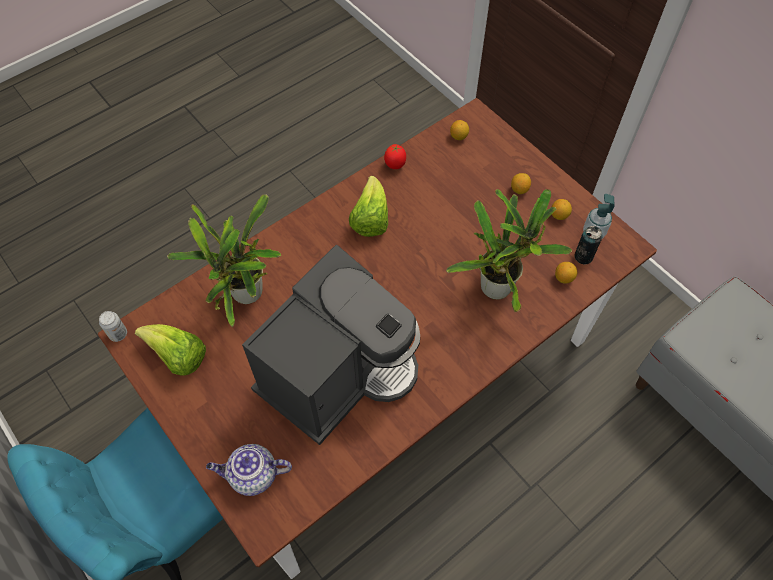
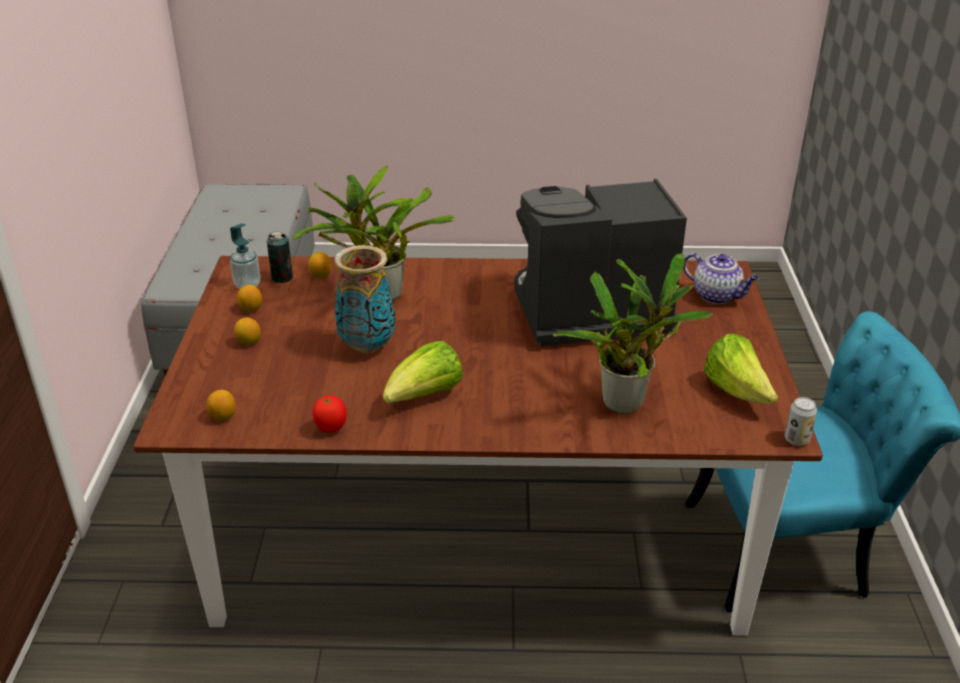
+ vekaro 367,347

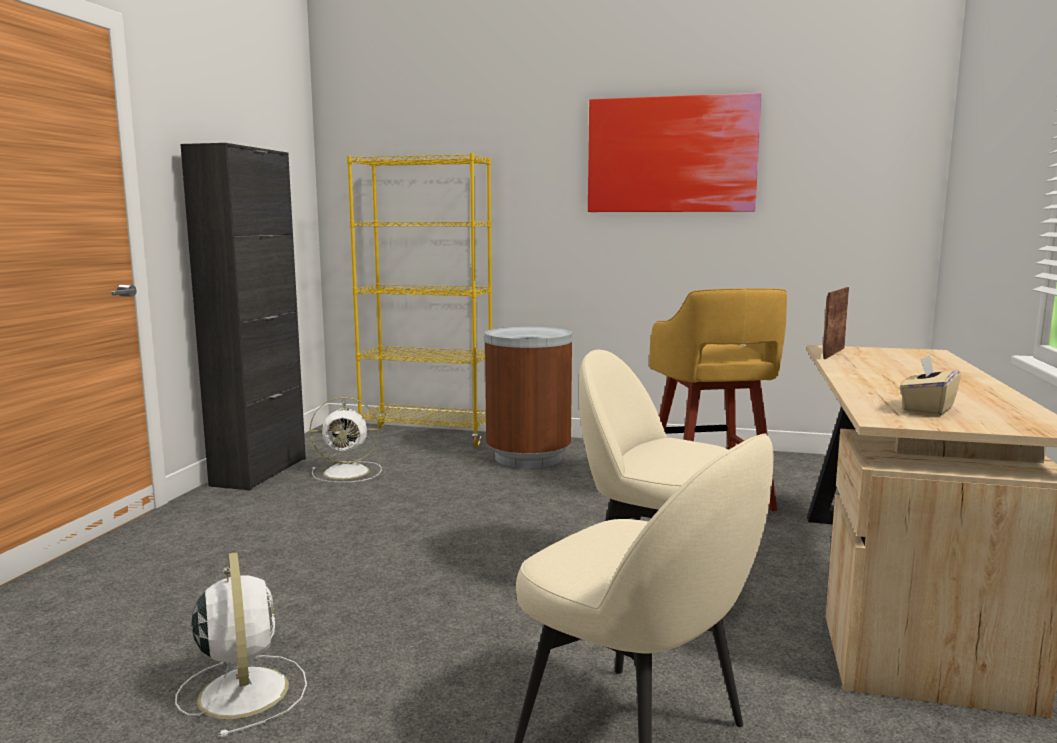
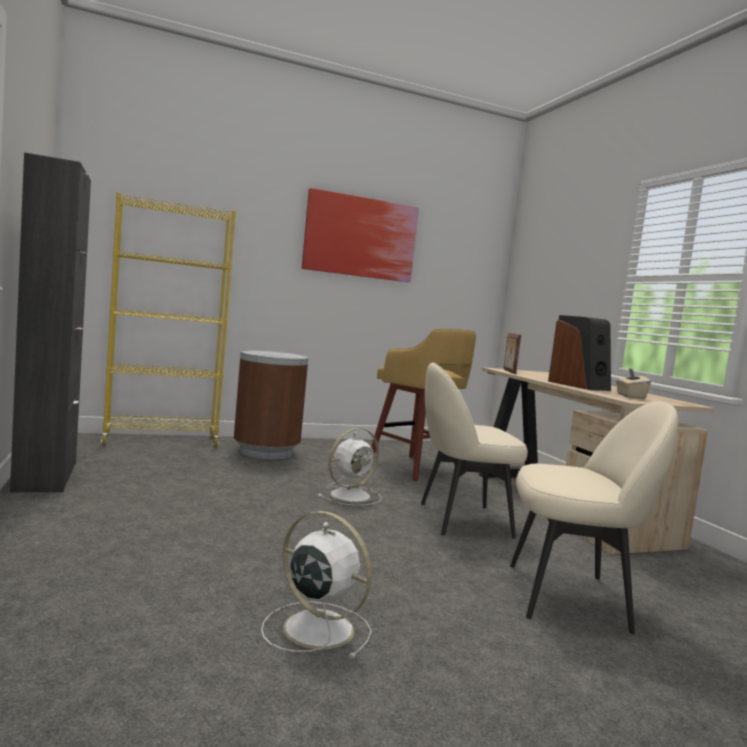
+ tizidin 579,386
~ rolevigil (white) 349,472 to 352,495

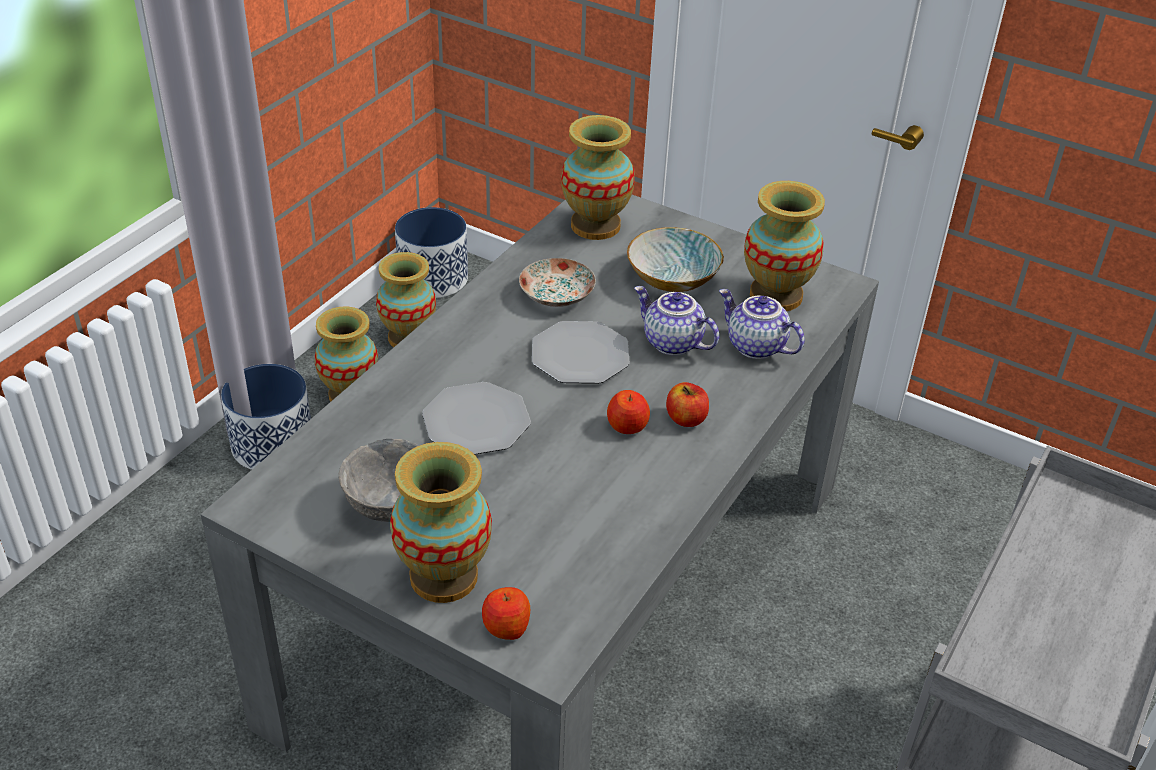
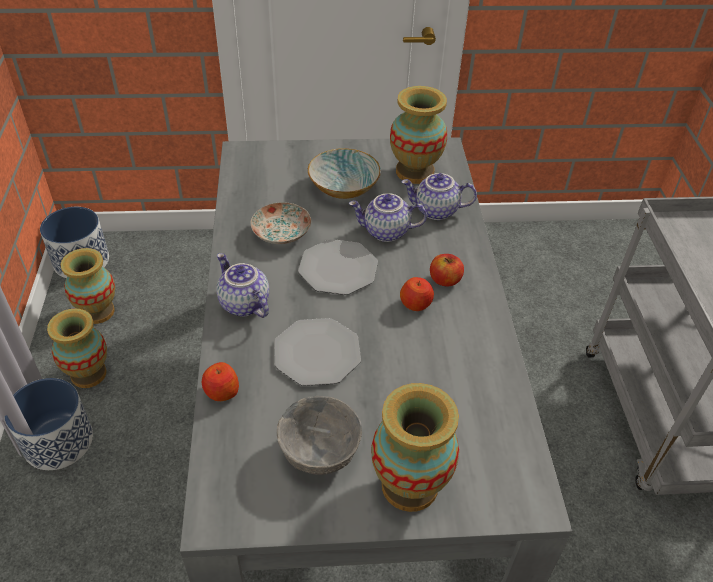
- vekaro 595,225
+ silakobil 243,304
~ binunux 506,626 to 221,391

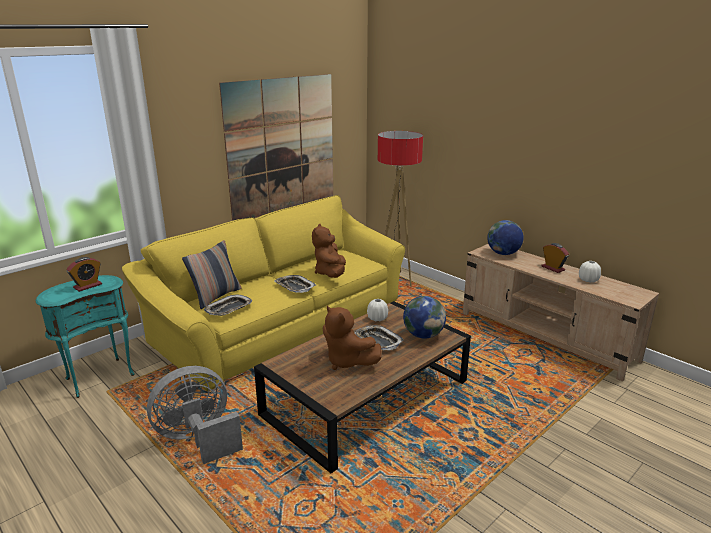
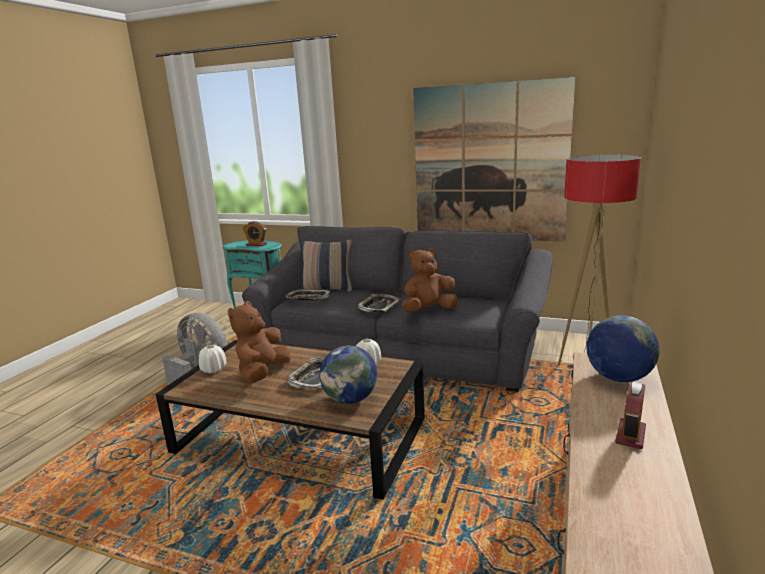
~ vekaro (white) 588,280 to 214,369
~ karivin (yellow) 281,323 to karivin (grey) 399,349

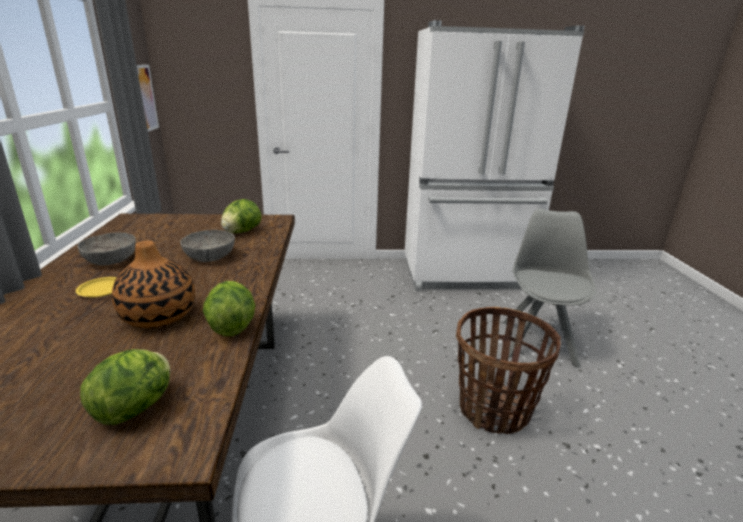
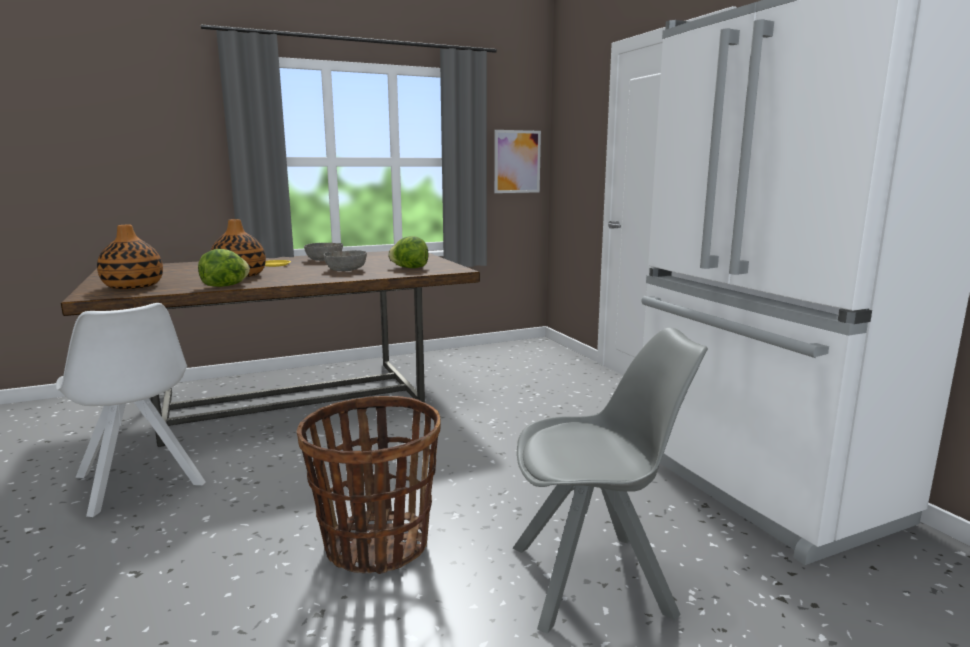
~ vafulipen 136,407 to vekaro 133,286

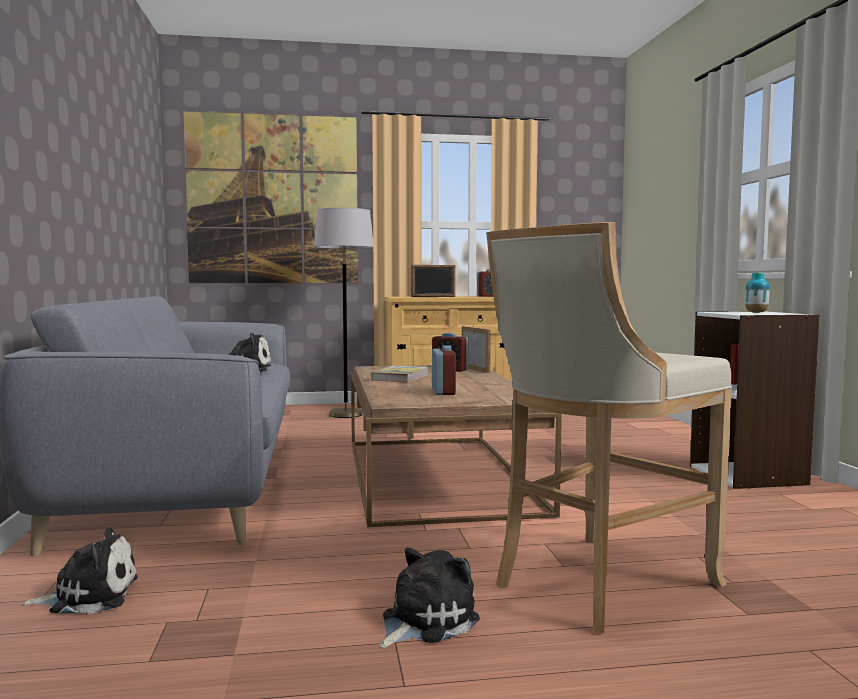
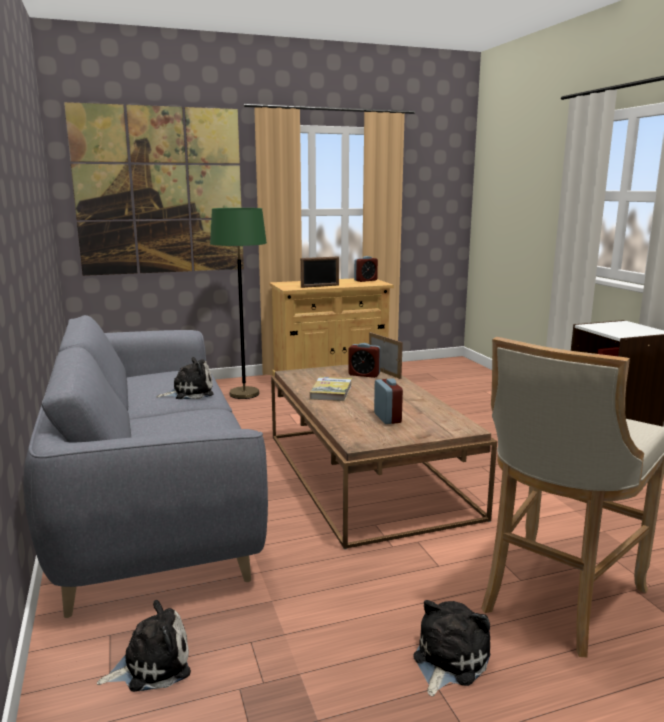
- vekaro 756,312
~ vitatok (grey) 346,414 to vitatok (green) 244,394

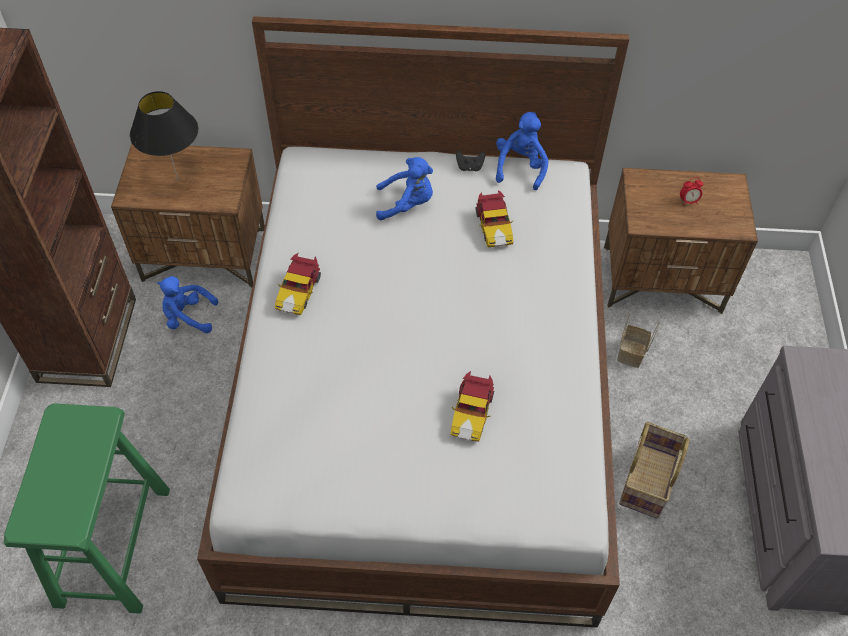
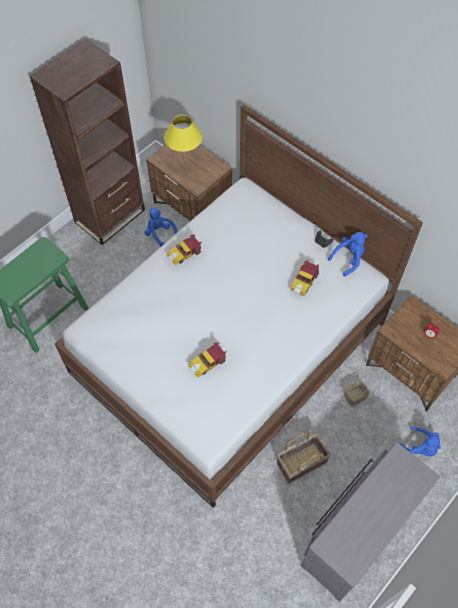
~ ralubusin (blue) 407,204 to 420,447
~ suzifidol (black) 178,180 to suzifidol (yellow) 185,164

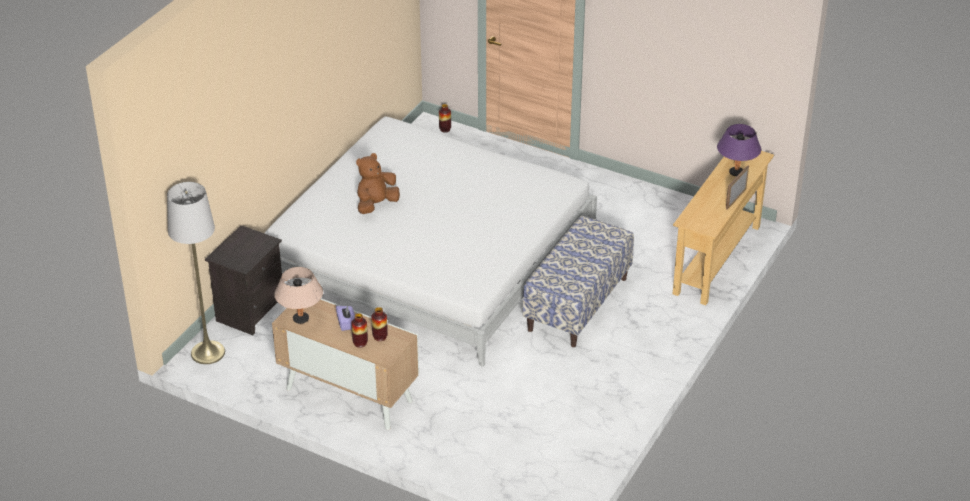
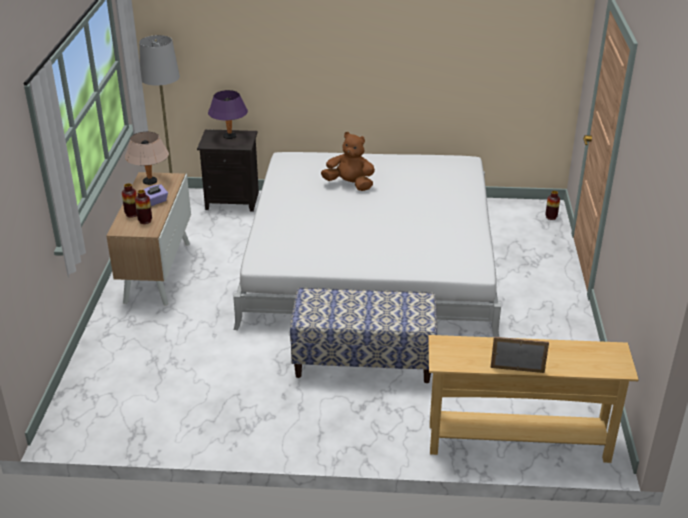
~ suzifidol (purple) 736,172 to 229,136

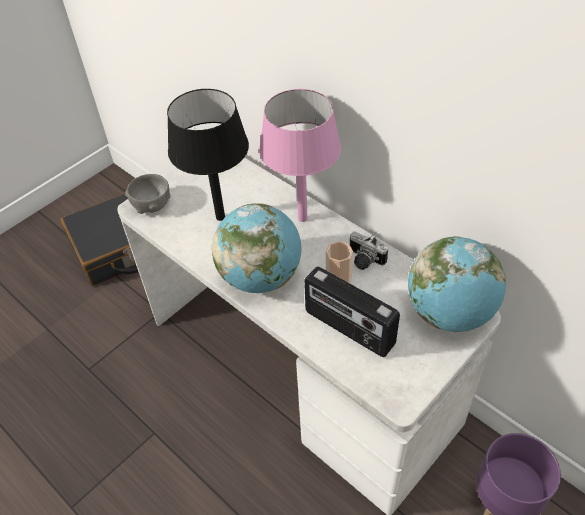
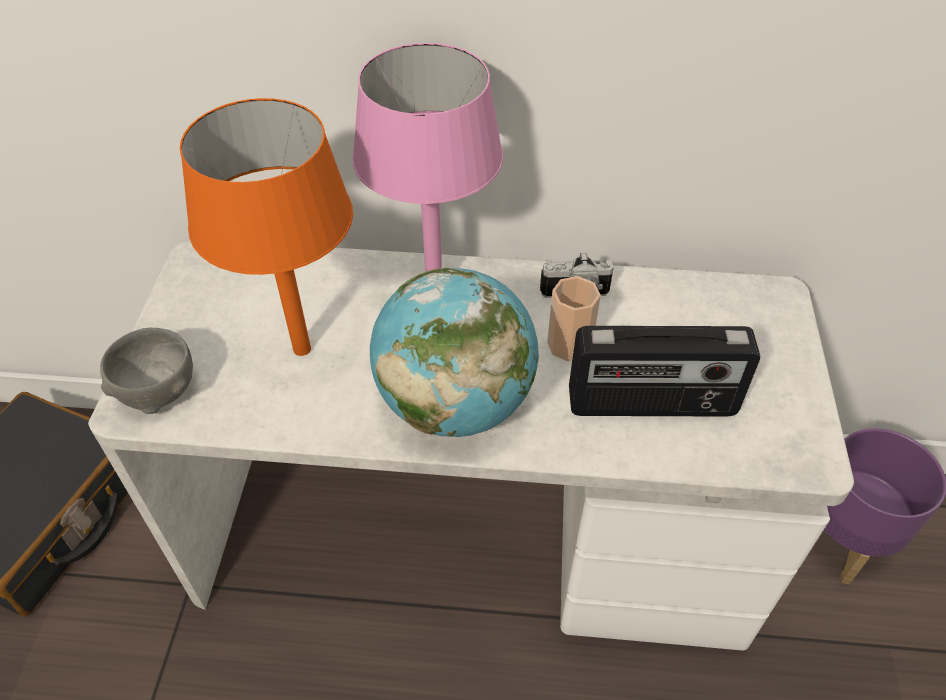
- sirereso 449,313
~ suzifidol (black) 220,217 to suzifidol (orange) 302,348

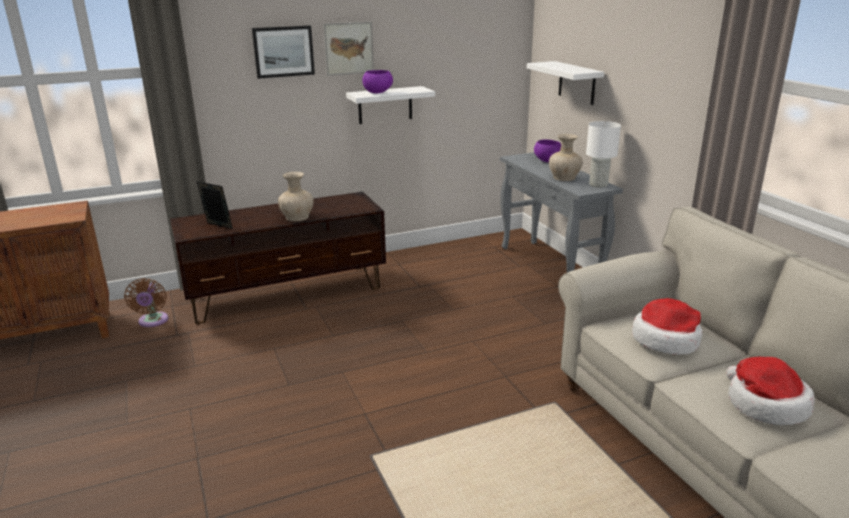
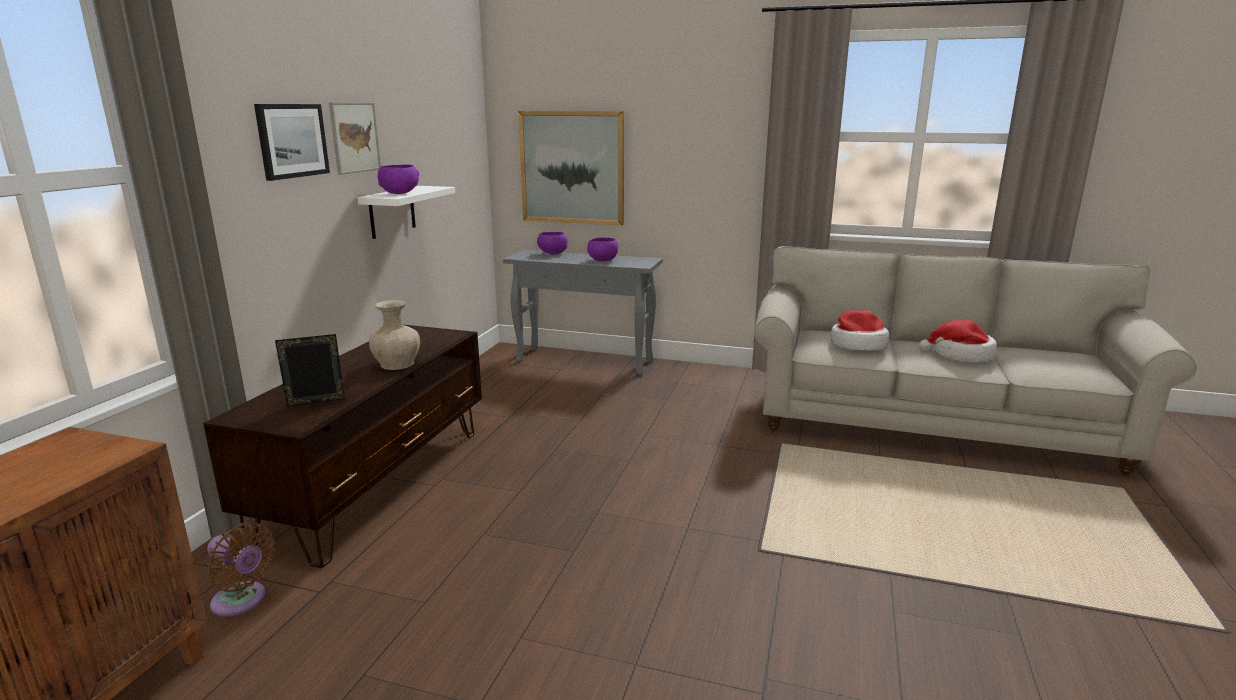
- suzifidol (white) 598,184
~ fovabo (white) 577,83 to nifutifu 572,168
~ vekaro (beige) 564,178 to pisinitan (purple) 602,261

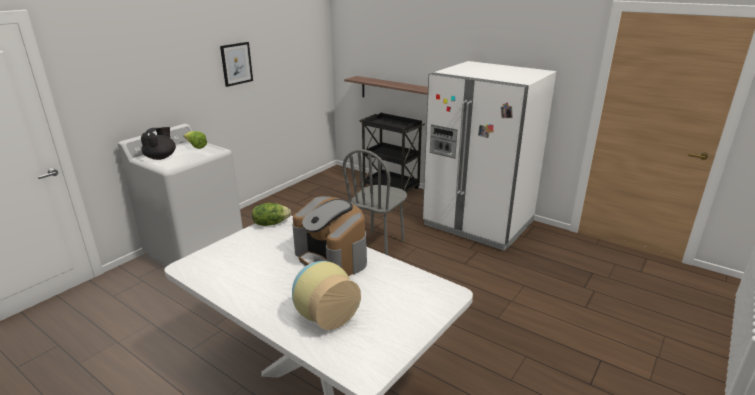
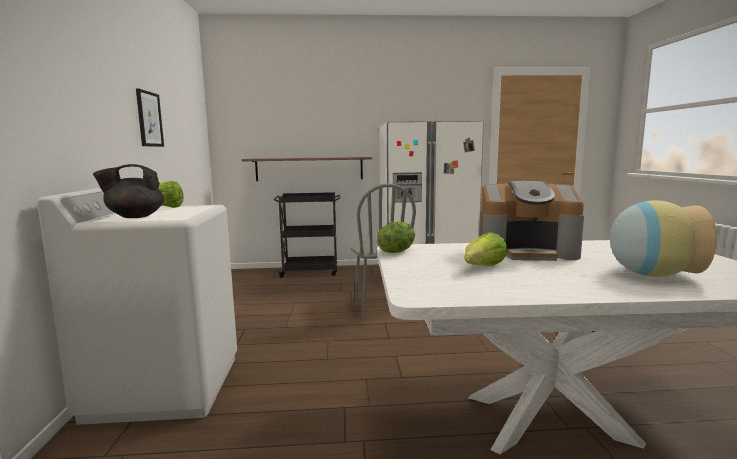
+ vafulipen 483,268
~ silakobil (black) 161,157 = 135,217 90 degrees counterclockwise

